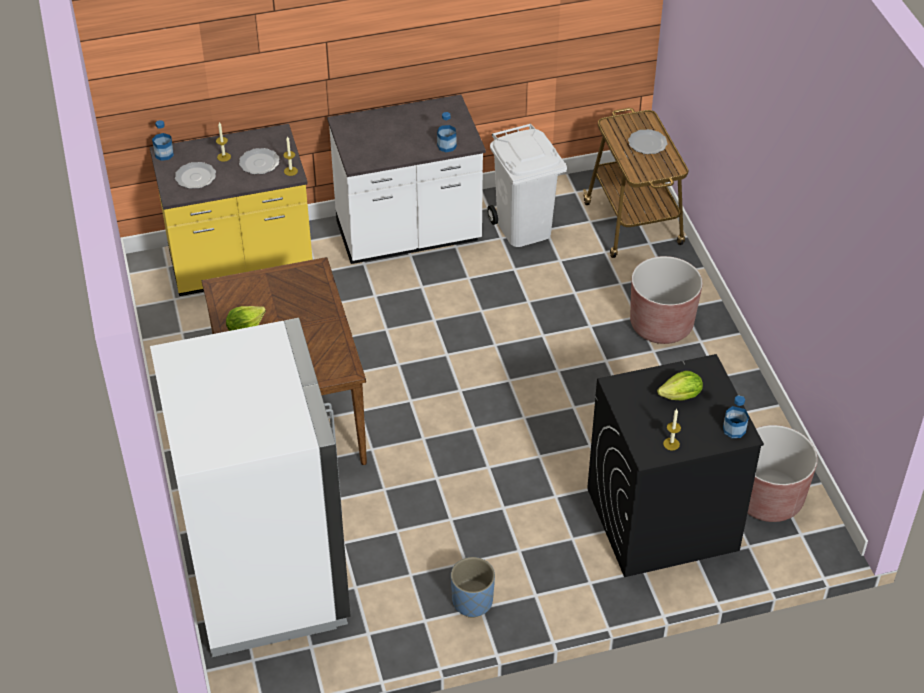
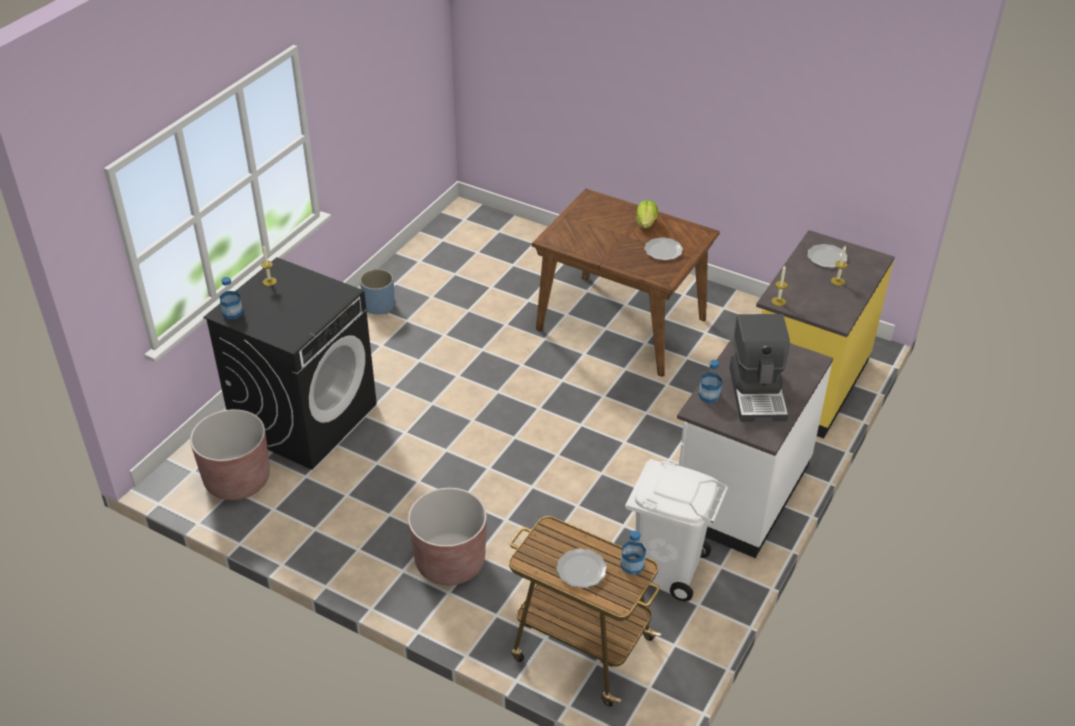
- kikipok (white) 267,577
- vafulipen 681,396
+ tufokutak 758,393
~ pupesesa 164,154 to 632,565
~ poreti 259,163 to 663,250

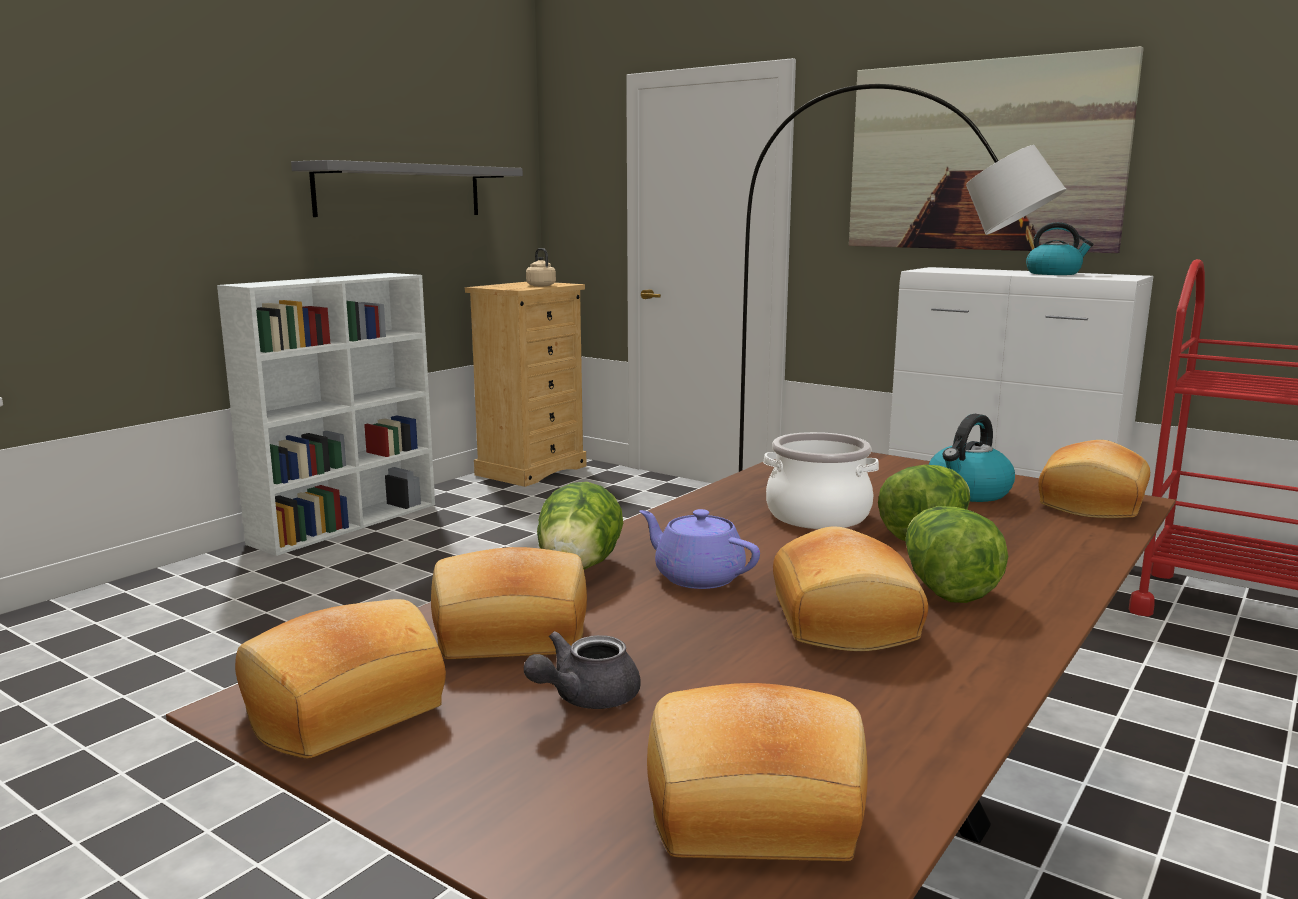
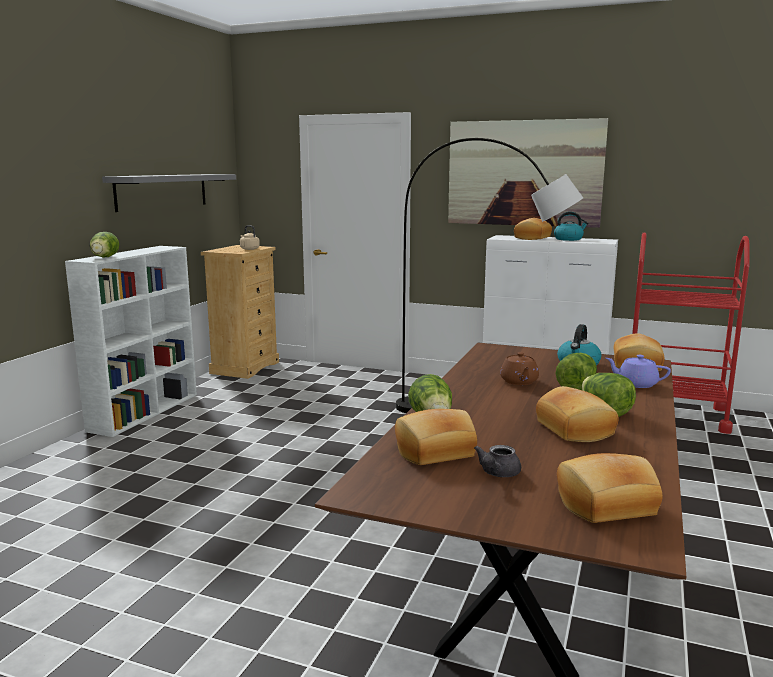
+ vafulipen 104,258
~ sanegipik 341,708 to 531,238
~ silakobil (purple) 697,577 to 636,384
~ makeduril 818,515 to silakobil (brown) 519,382

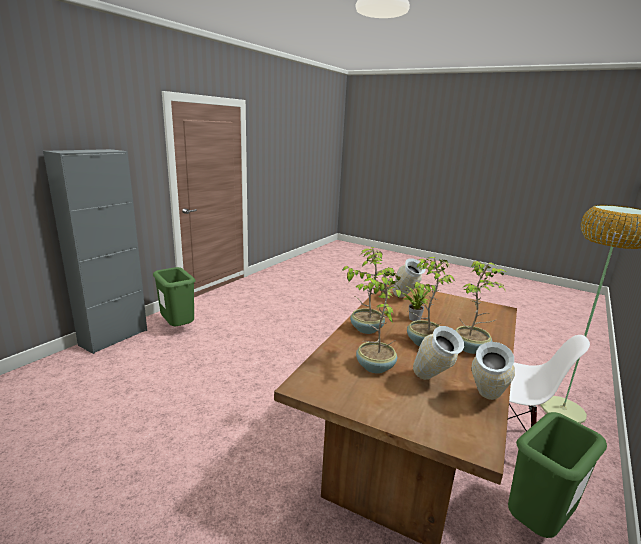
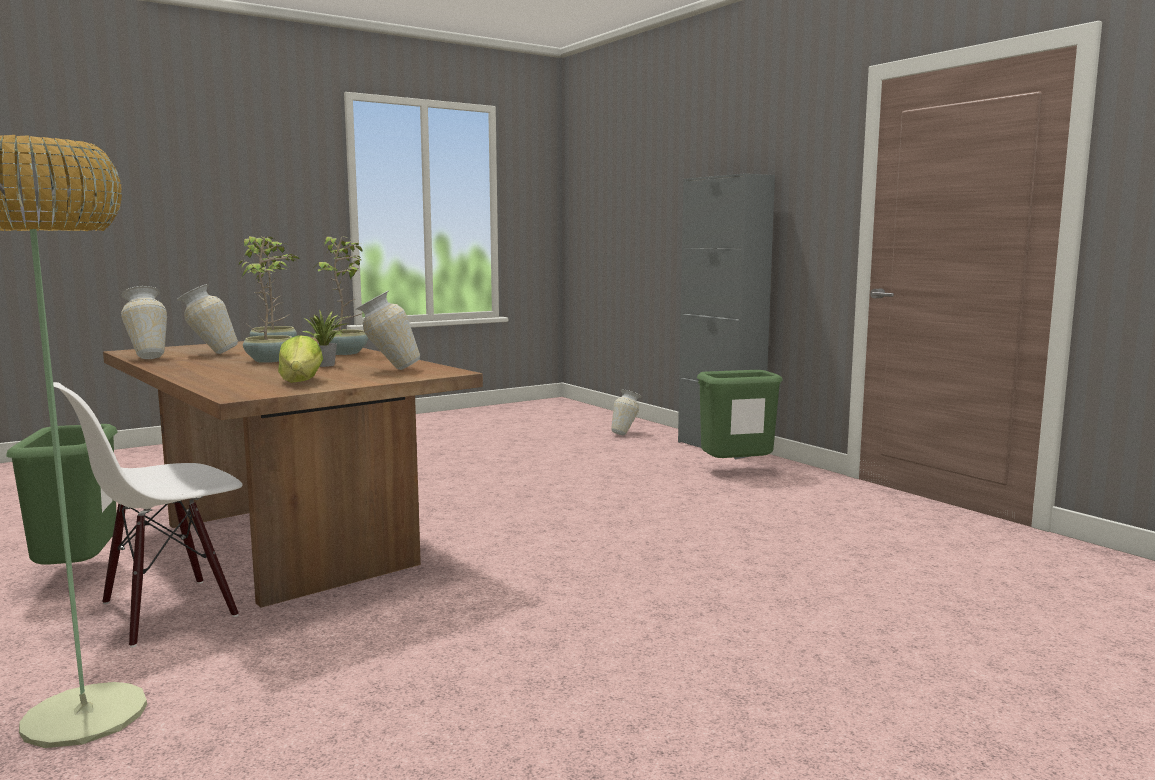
- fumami 471,348
+ vafulipen 301,381
+ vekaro 626,434

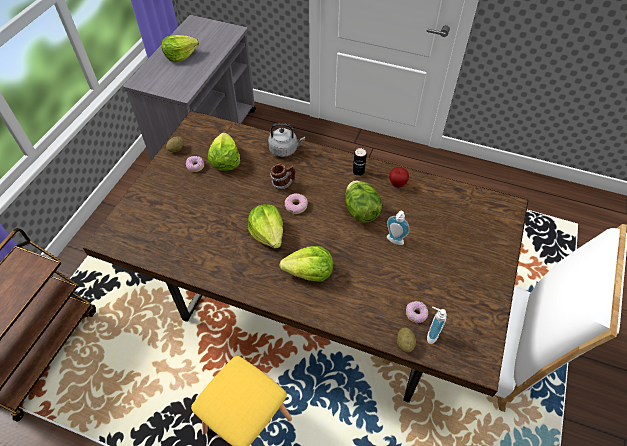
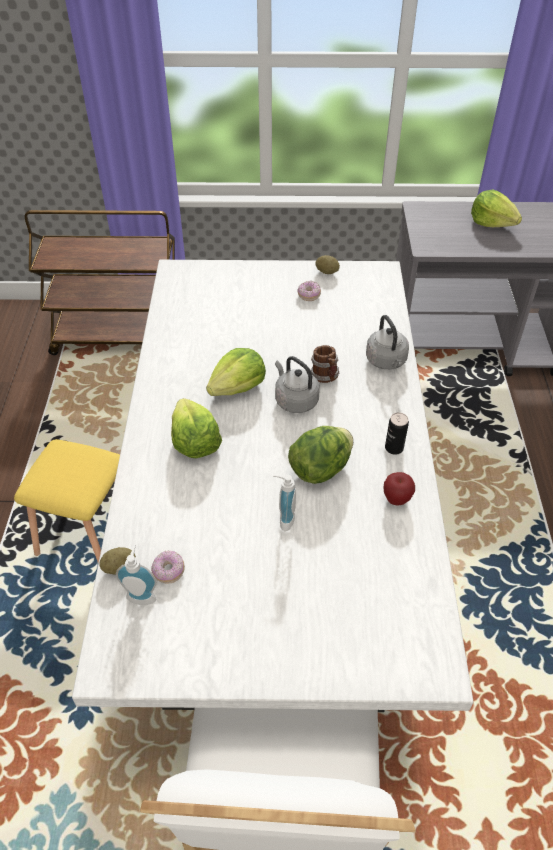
- vafulipen 225,161
~ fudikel 296,206 to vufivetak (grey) 295,400
~ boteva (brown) 312,299 to boteva (white) 276,545

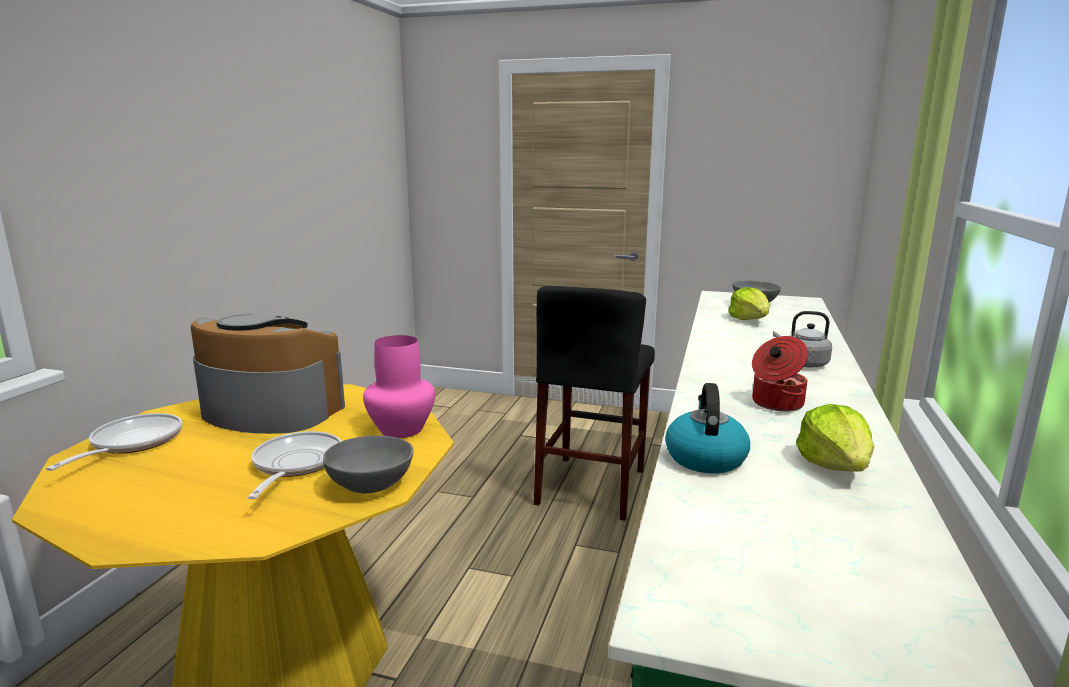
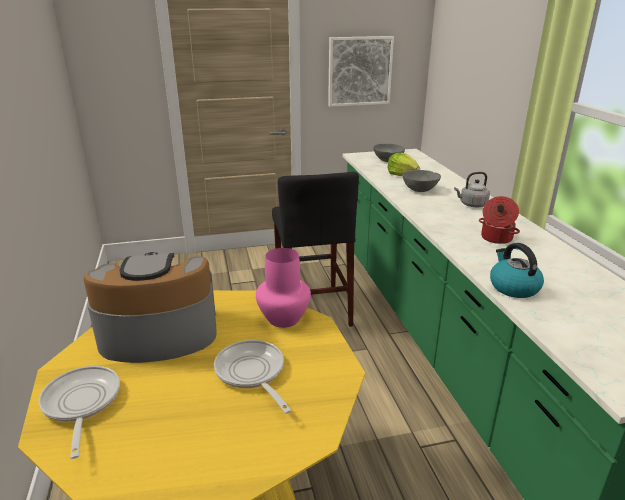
- vafulipen 835,465
+ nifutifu 359,71
~ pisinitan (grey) 371,485 to 420,189

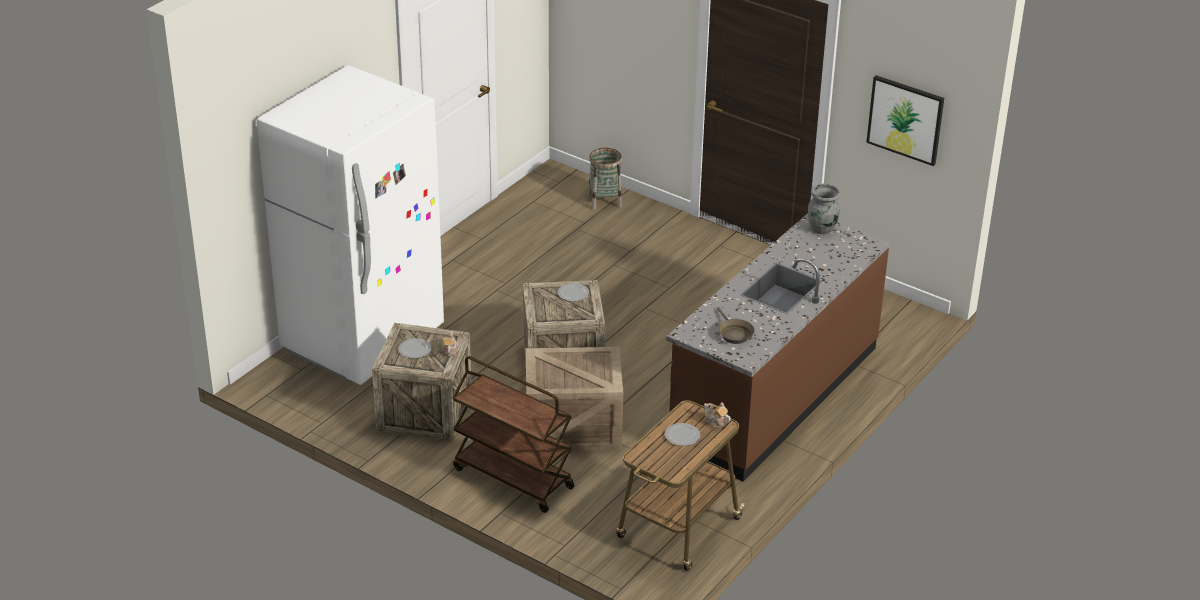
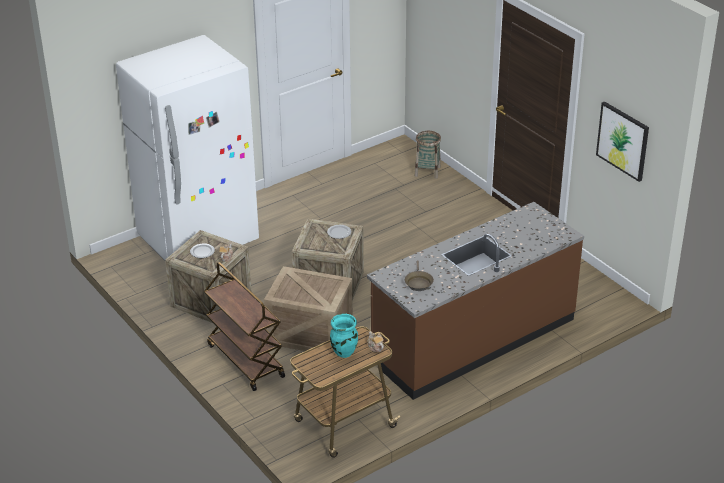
- vekaro (grey) 822,229
~ poreti 681,436 to vekaro (turquoise) 343,352

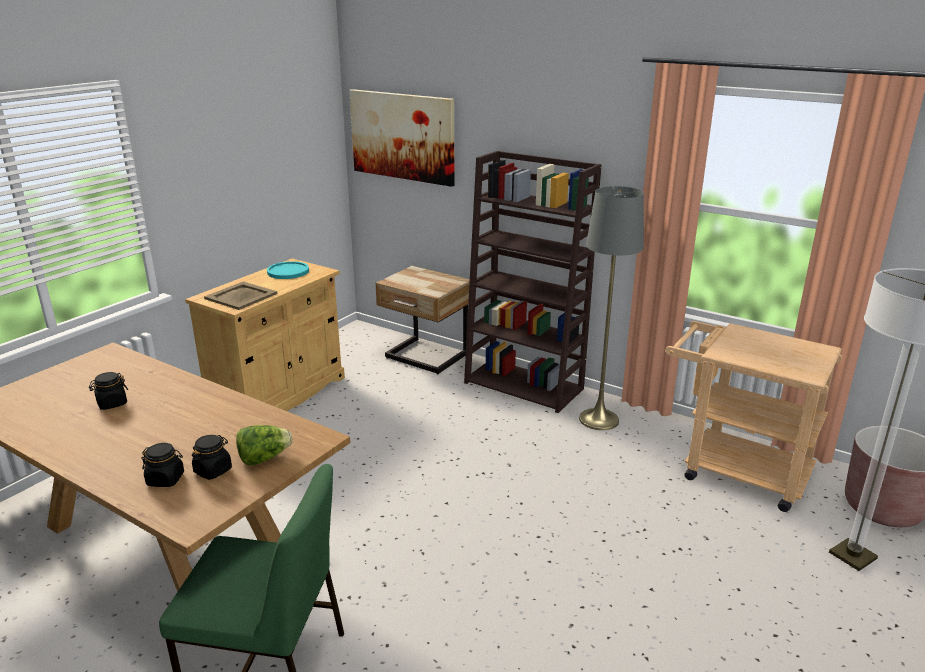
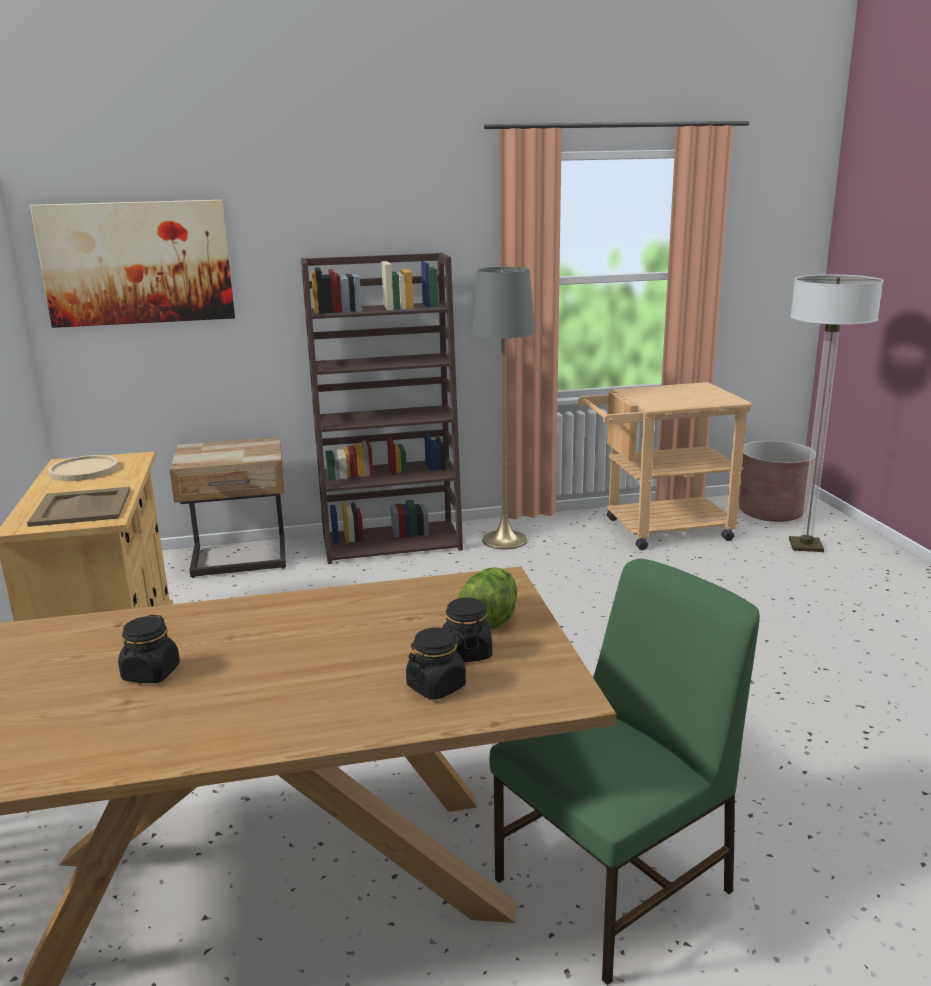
~ poreti (turquoise) 288,271 to poreti (beige) 84,470

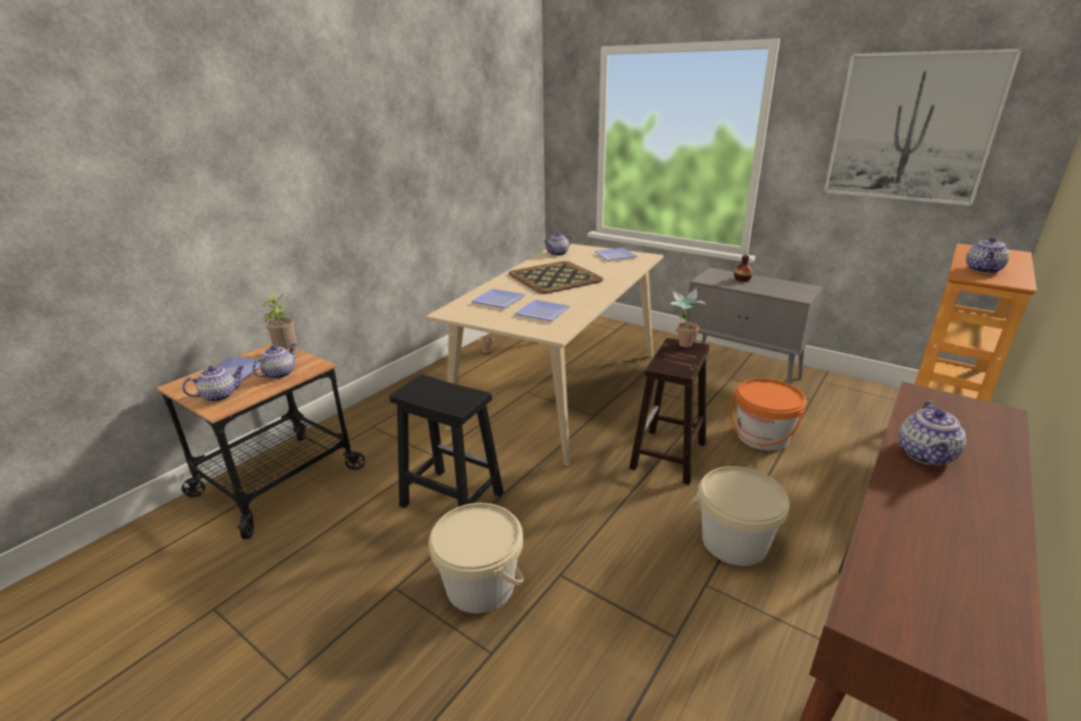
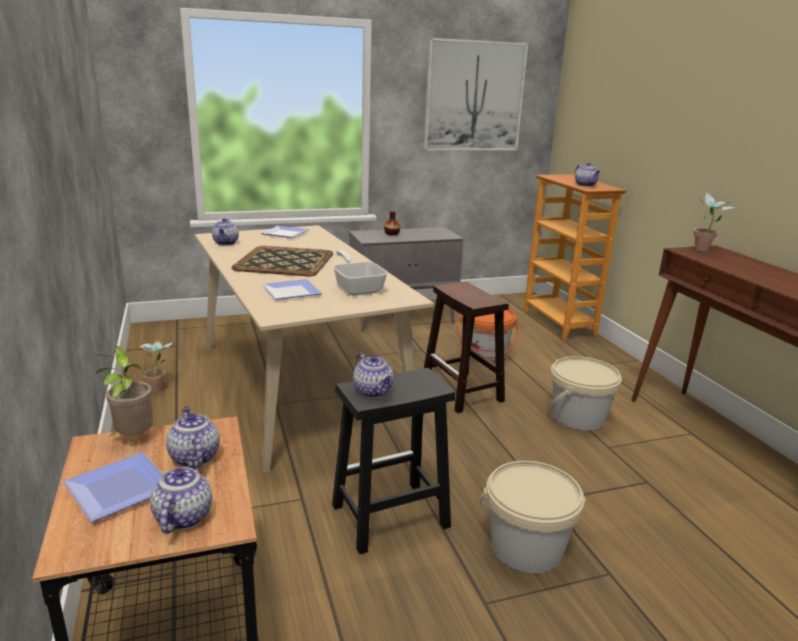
~ fumami 682,346 to 704,251
~ silakobil 926,456 to 373,391
~ poreti 545,312 to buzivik 357,288

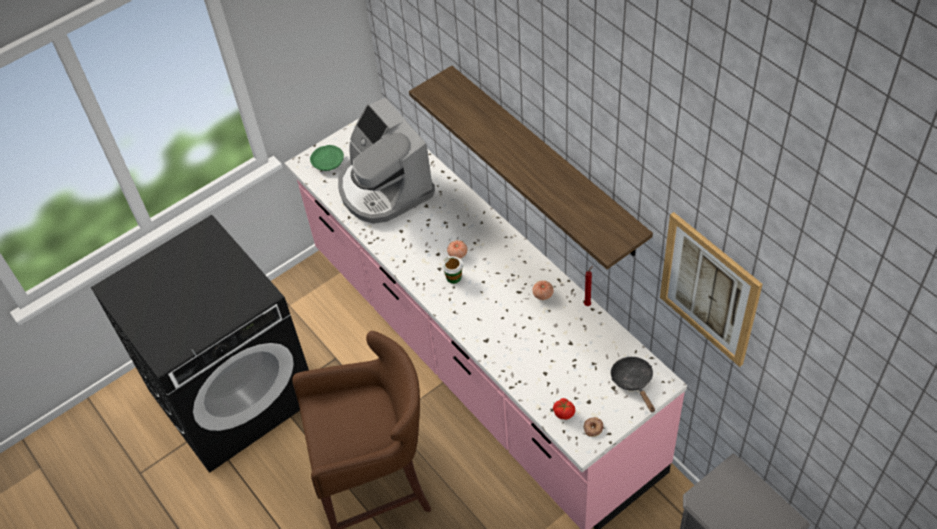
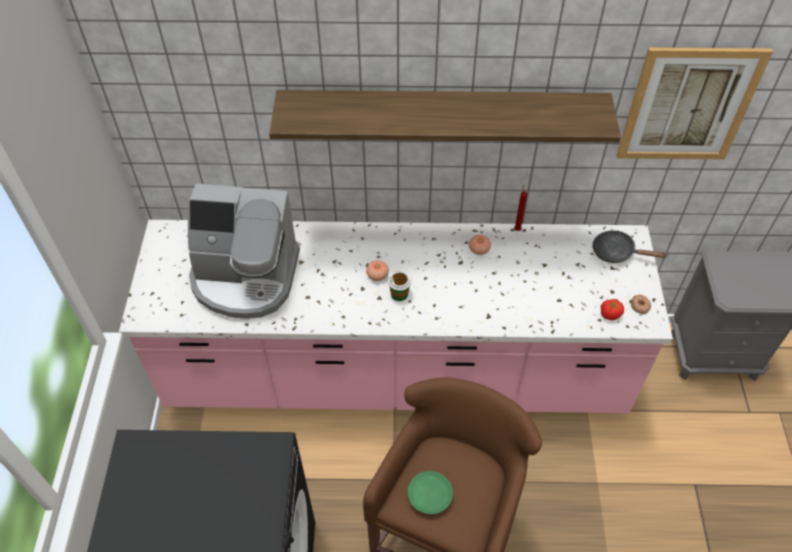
~ poreti (green) 328,162 to 429,495

